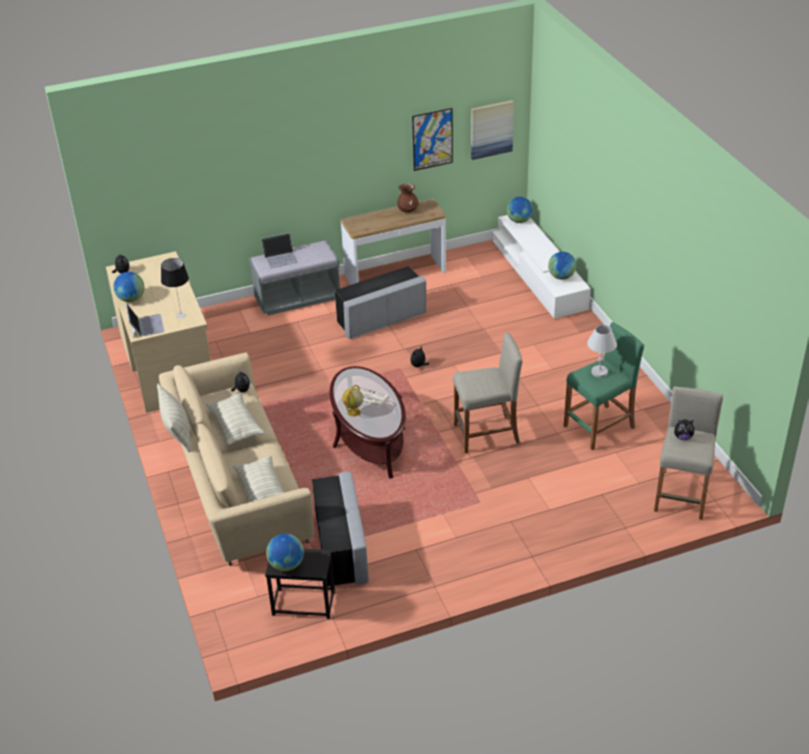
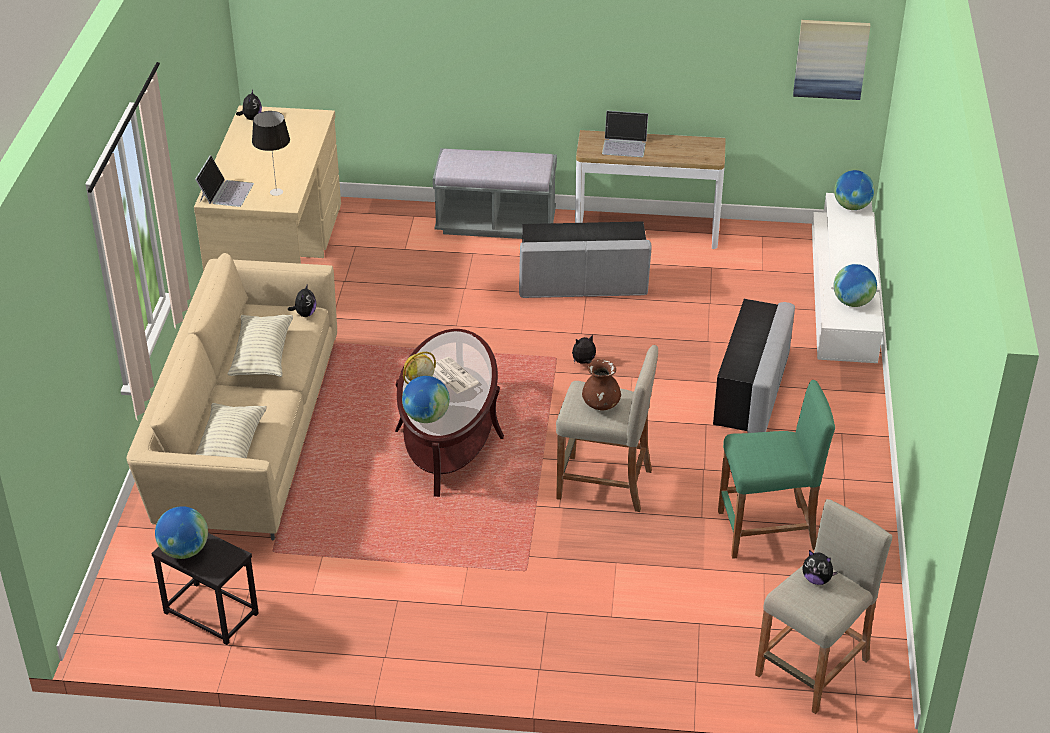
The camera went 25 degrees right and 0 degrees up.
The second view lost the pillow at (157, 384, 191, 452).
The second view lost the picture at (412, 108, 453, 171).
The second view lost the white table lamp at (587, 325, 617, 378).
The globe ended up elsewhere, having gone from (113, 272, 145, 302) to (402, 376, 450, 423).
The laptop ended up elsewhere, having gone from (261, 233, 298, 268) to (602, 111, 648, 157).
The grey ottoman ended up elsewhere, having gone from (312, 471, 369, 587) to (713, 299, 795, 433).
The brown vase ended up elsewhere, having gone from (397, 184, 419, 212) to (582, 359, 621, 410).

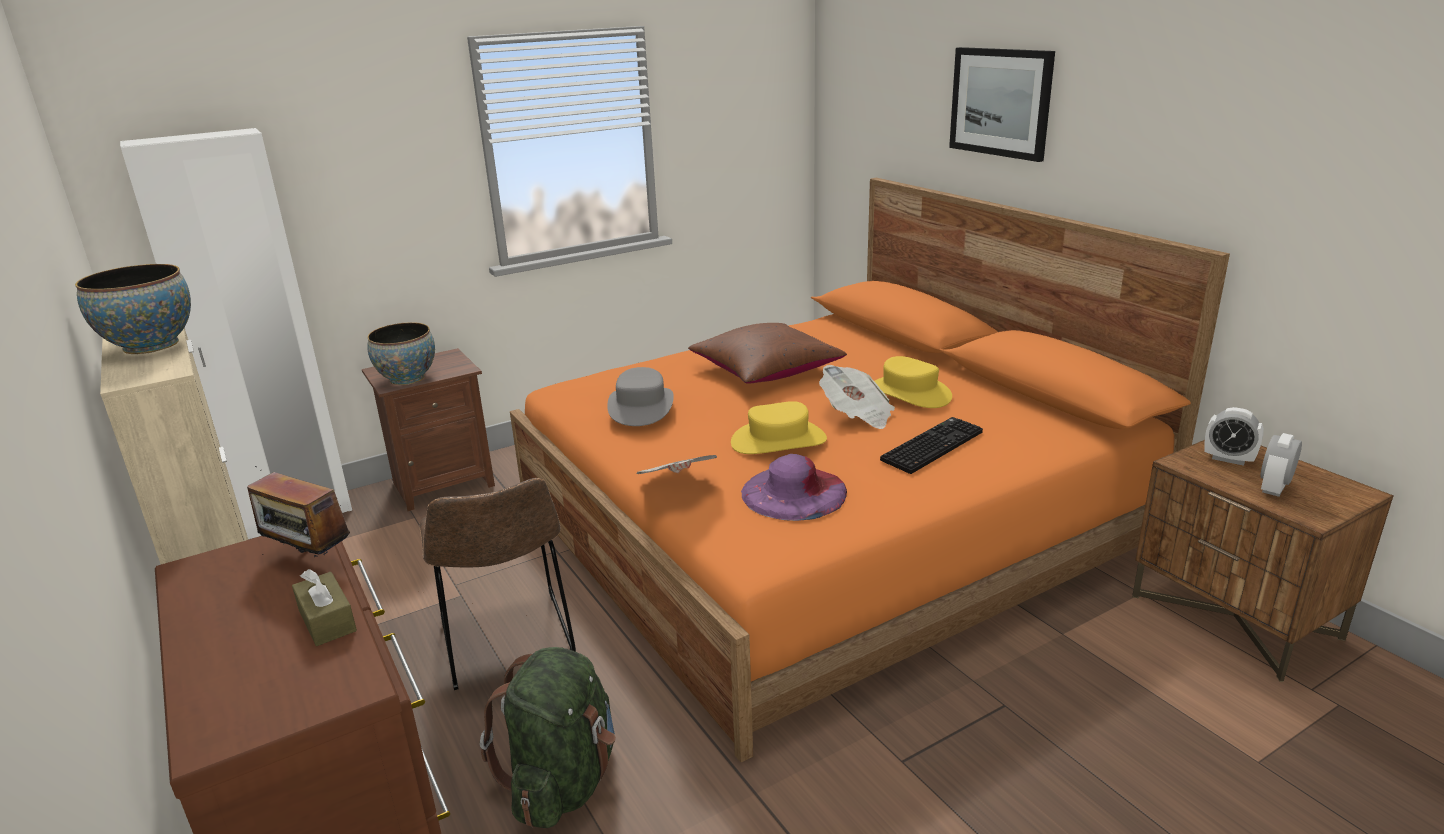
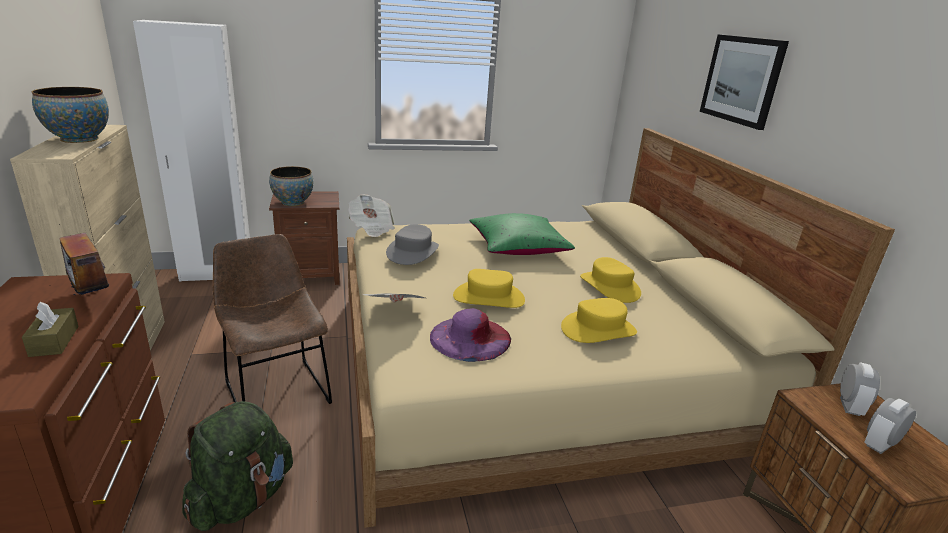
The camera went 15 degrees right and 0 degrees up.
The newspaper ended up elsewhere, having gone from (819, 365, 895, 429) to (348, 194, 395, 237).
Where the keyboard stood at (880, 417, 983, 474), the yellow hat came to stand at (561, 298, 637, 343).
What was the orange bed at (510, 178, 1230, 762) turned into the beige bed at (347, 128, 895, 528).
What was the brown pillow at (688, 323, 847, 384) turned into the green pillow at (469, 213, 575, 255).
The brown chair at (419, 478, 576, 690) ended up facing another way, 150 degrees clockwise from before.
The alarm clock at (1204, 407, 1264, 466) ended up facing another way, 120 degrees counterclockwise from before.

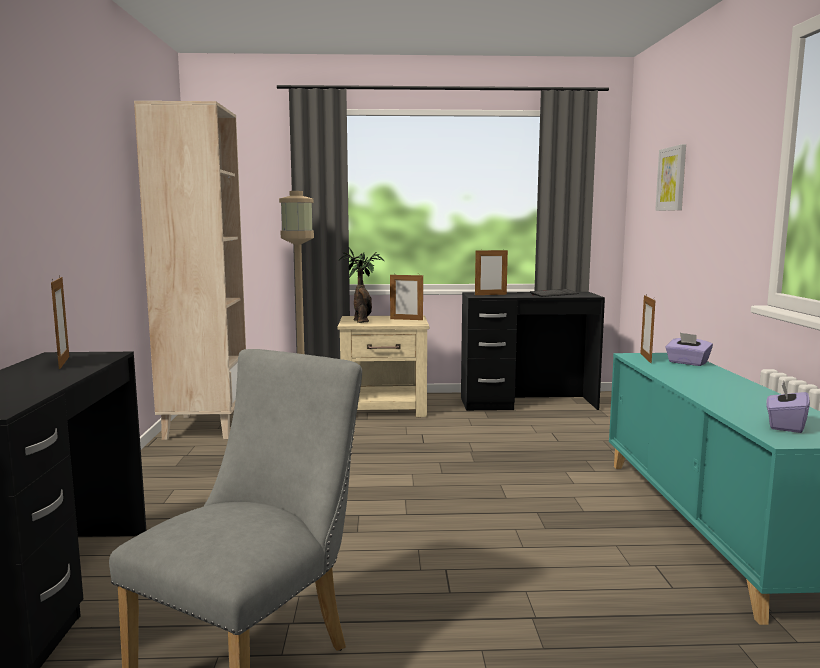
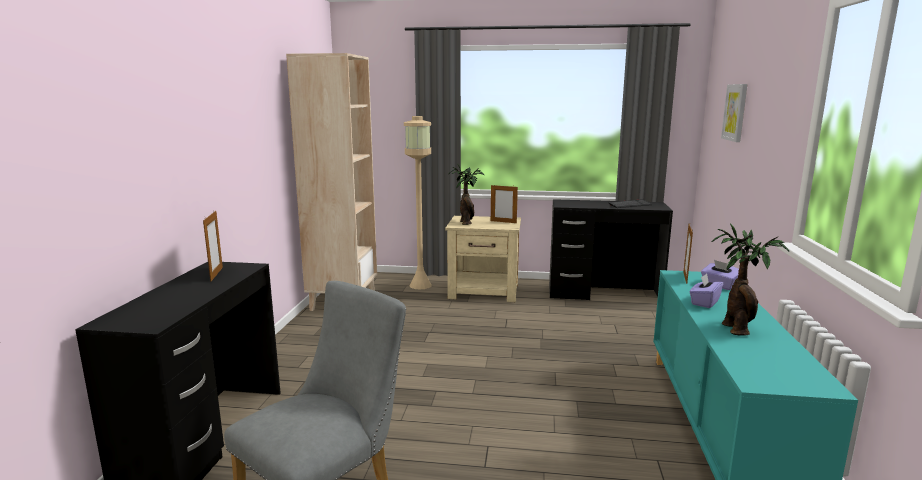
The camera went 10 degrees right and 5 degrees up.
The second view lost the picture frame at (475, 249, 508, 295).
The second view gained the potted plant at (712, 223, 789, 336).
The purple tissue box ended up elsewhere, having gone from (766, 381, 810, 433) to (690, 274, 723, 308).

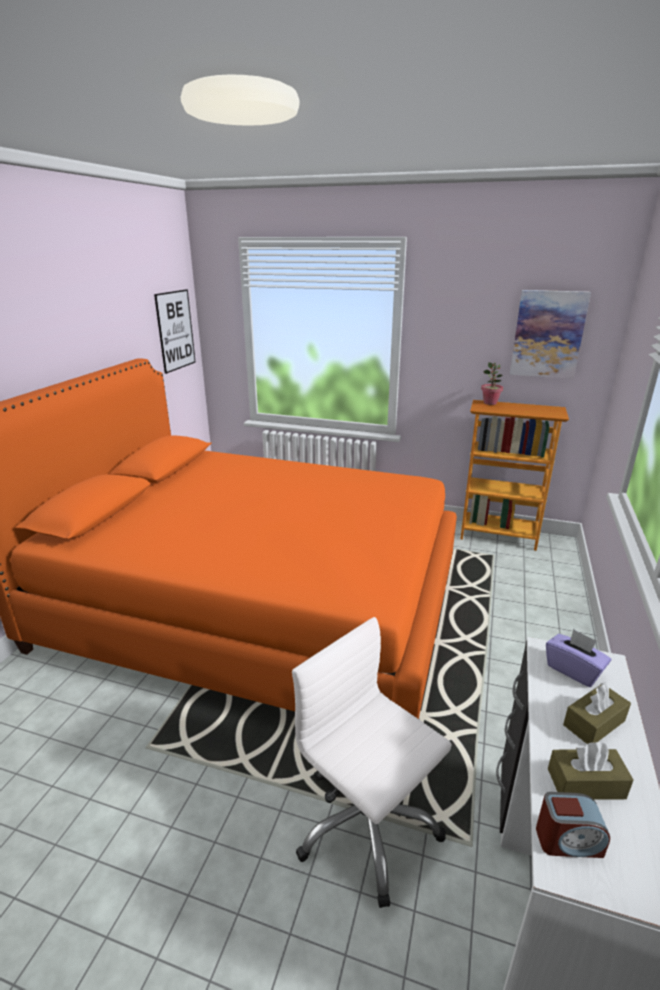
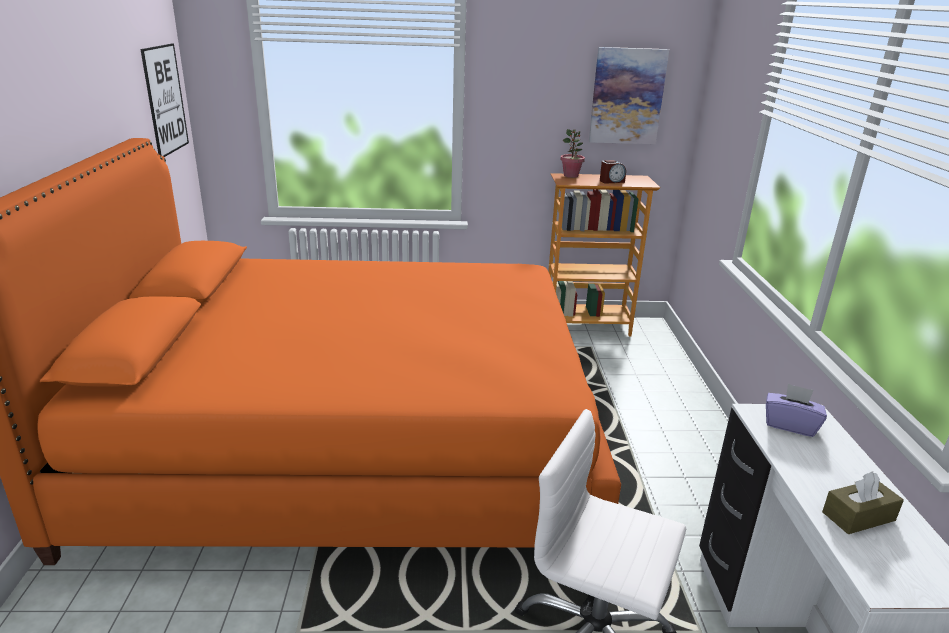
The camera went 20 degrees left and 0 degrees up.
The second view lost the brown tissue box at (563, 682, 631, 744).
The alarm clock ended up elsewhere, having gone from (536, 792, 610, 858) to (600, 160, 626, 184).

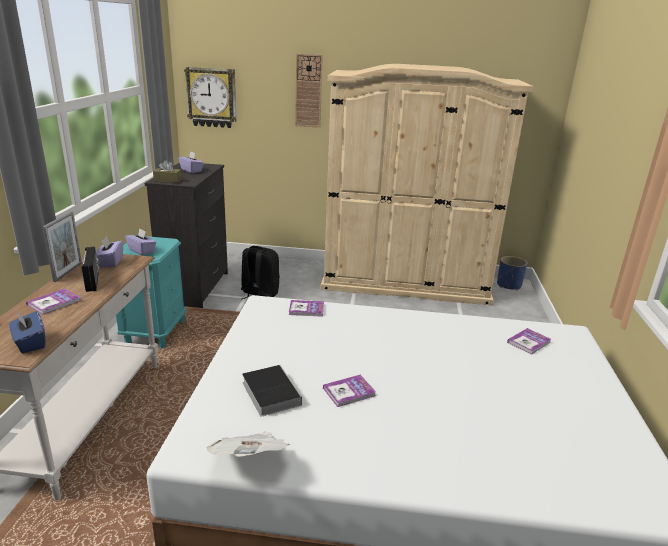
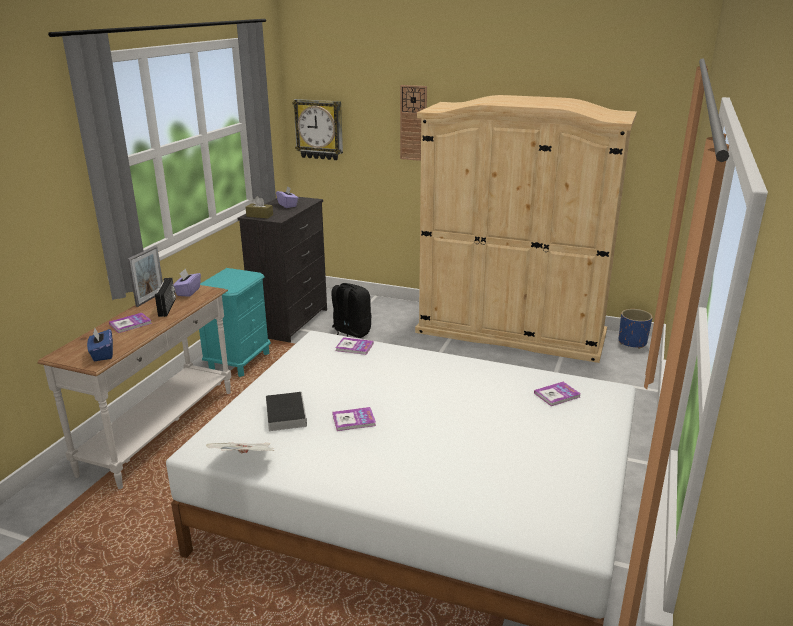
The camera went 15 degrees right and 0 degrees up.
The second view lost the purple tissue box at (125, 228, 156, 255).

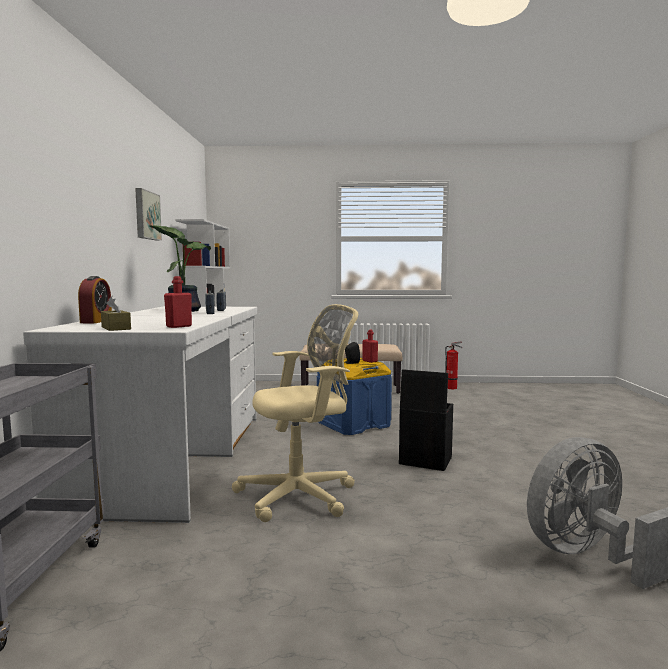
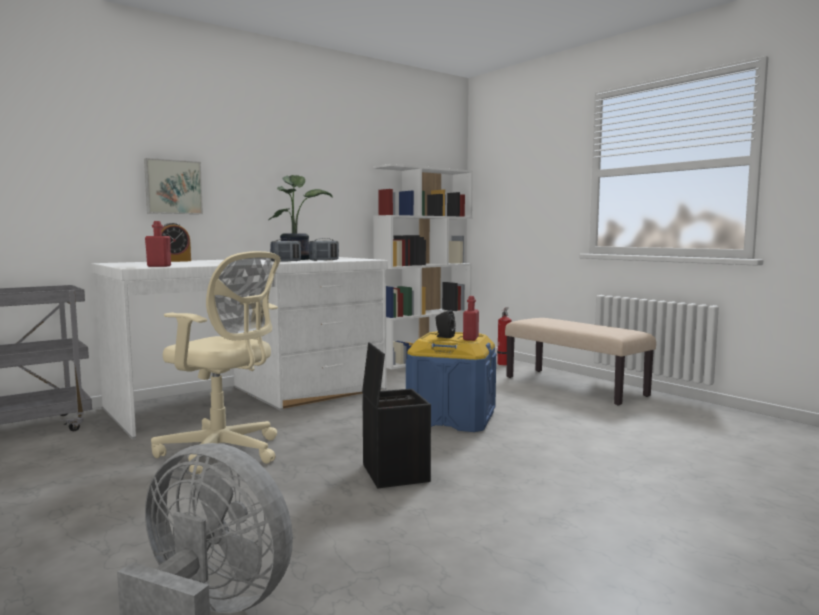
The camera went 50 degrees right and 0 degrees up.
The second view lost the brown tissue box at (101, 296, 131, 331).
The picture ended up elsewhere, having gone from (135, 188, 162, 241) to (144, 158, 203, 214).
The fire extinguisher ended up elsewhere, having gone from (445, 341, 463, 389) to (497, 307, 512, 365).

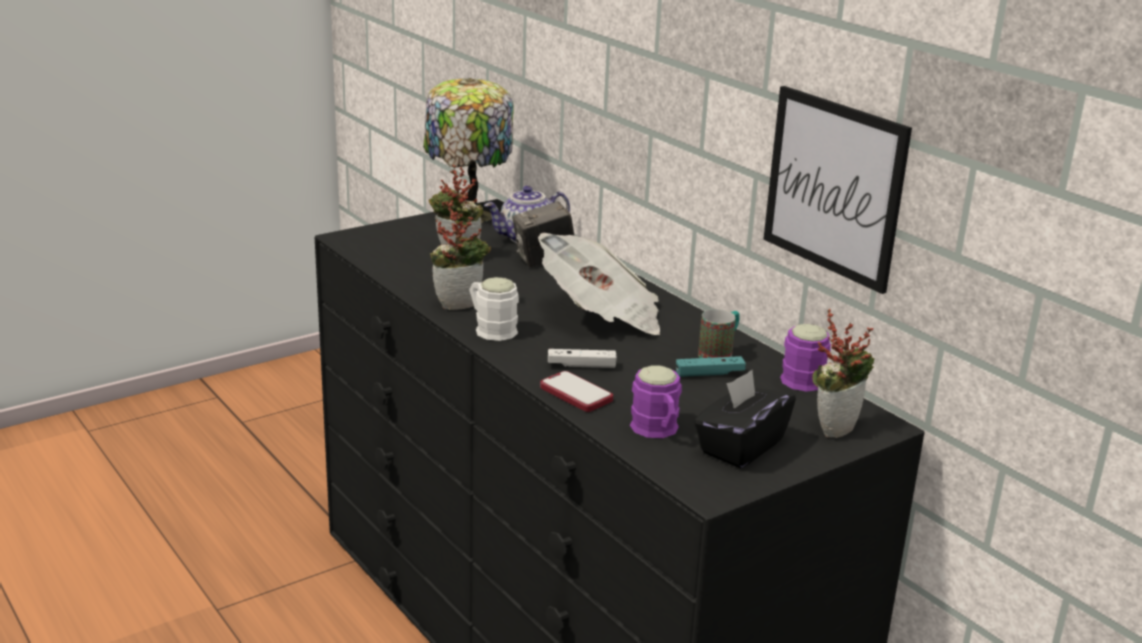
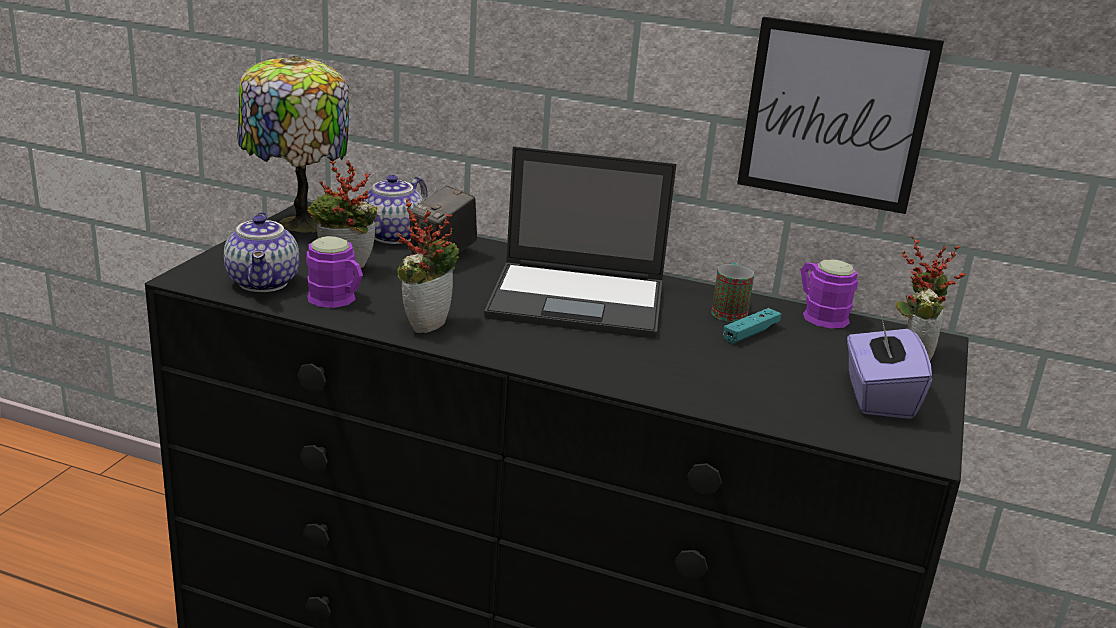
The camera went 35 degrees left and 0 degrees up.
The second view lost the white mug at (469, 277, 519, 341).
The second view lost the phone at (540, 371, 613, 412).
The second view lost the white game controller at (548, 349, 617, 368).
The second view gained the teapot at (224, 212, 299, 292).
The purple mug ended up elsewhere, having gone from (630, 365, 682, 438) to (306, 236, 363, 308).
Where the newspaper stood at (538, 233, 660, 335), the laptop came to stand at (484, 146, 676, 339).
What was the black tissue box at (694, 370, 796, 468) turned into the purple tissue box at (847, 315, 932, 419).

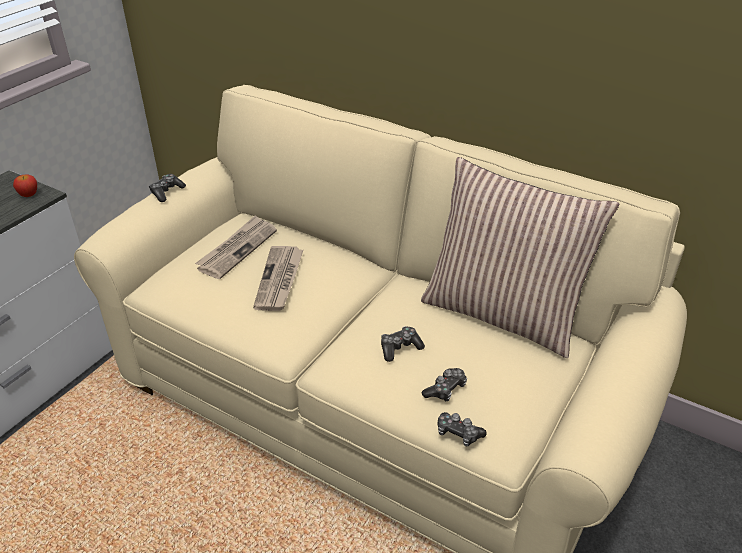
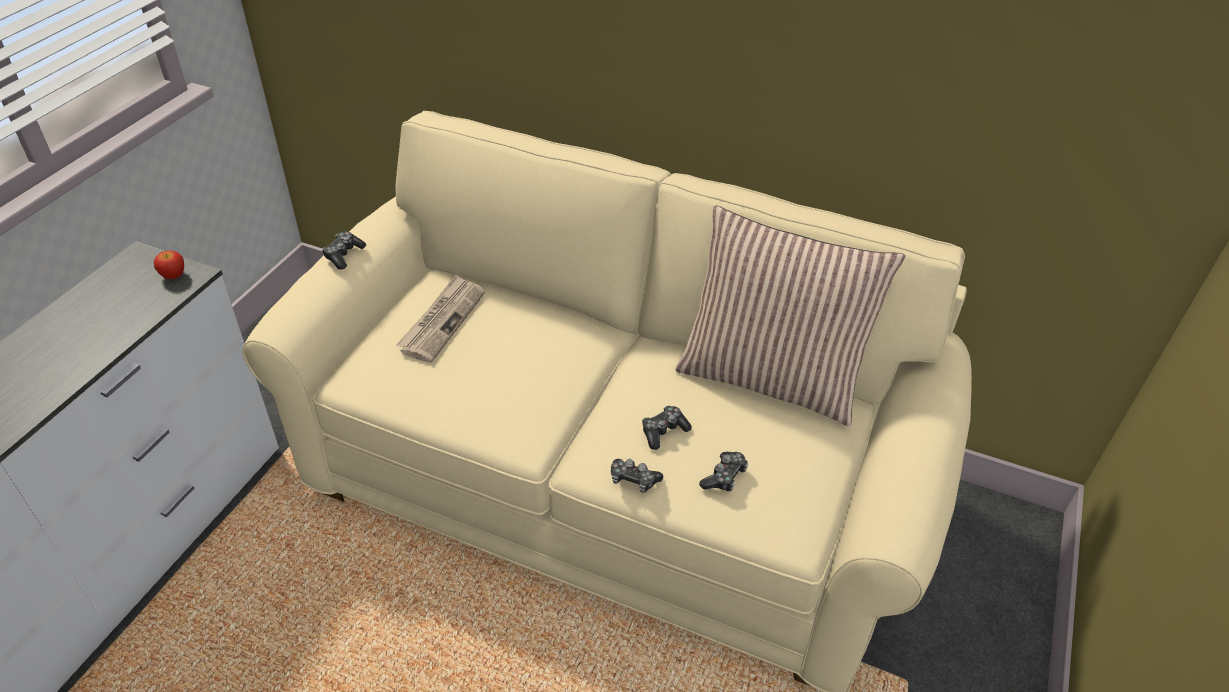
The camera went 10 degrees left and 5 degrees up.
The second view lost the newspaper at (253, 246, 303, 311).
The game controller ended up elsewhere, having gone from (438, 412, 487, 446) to (611, 459, 663, 493).

